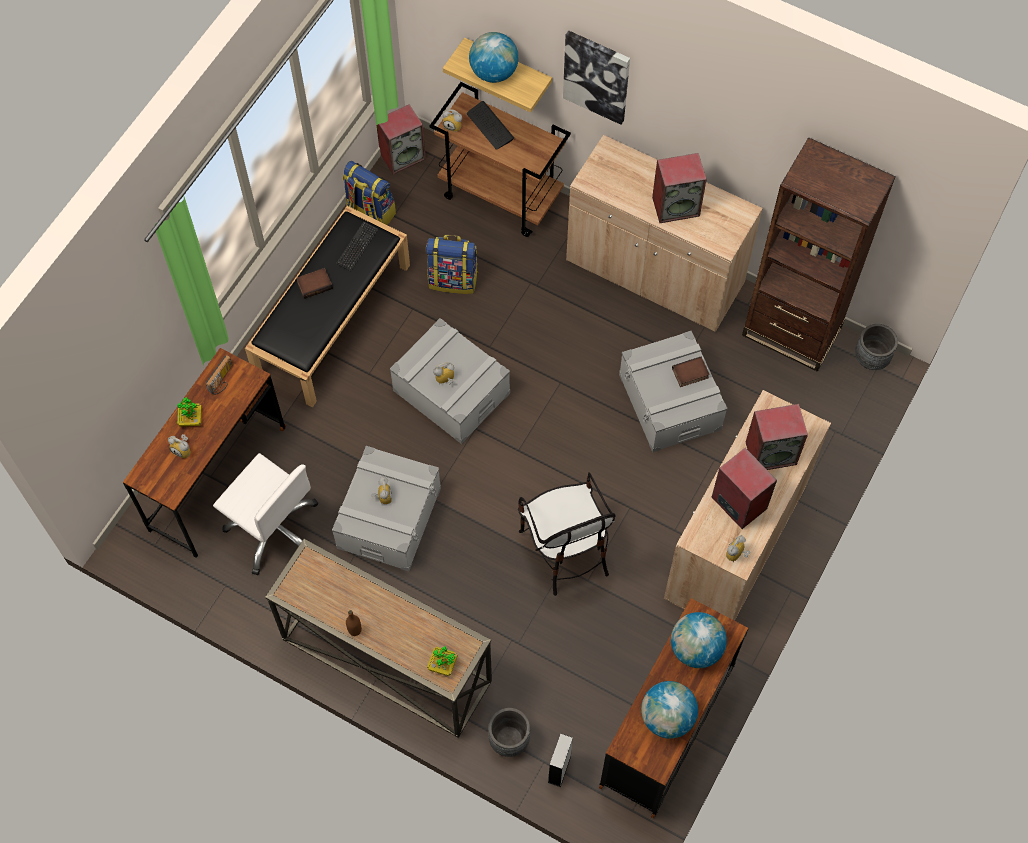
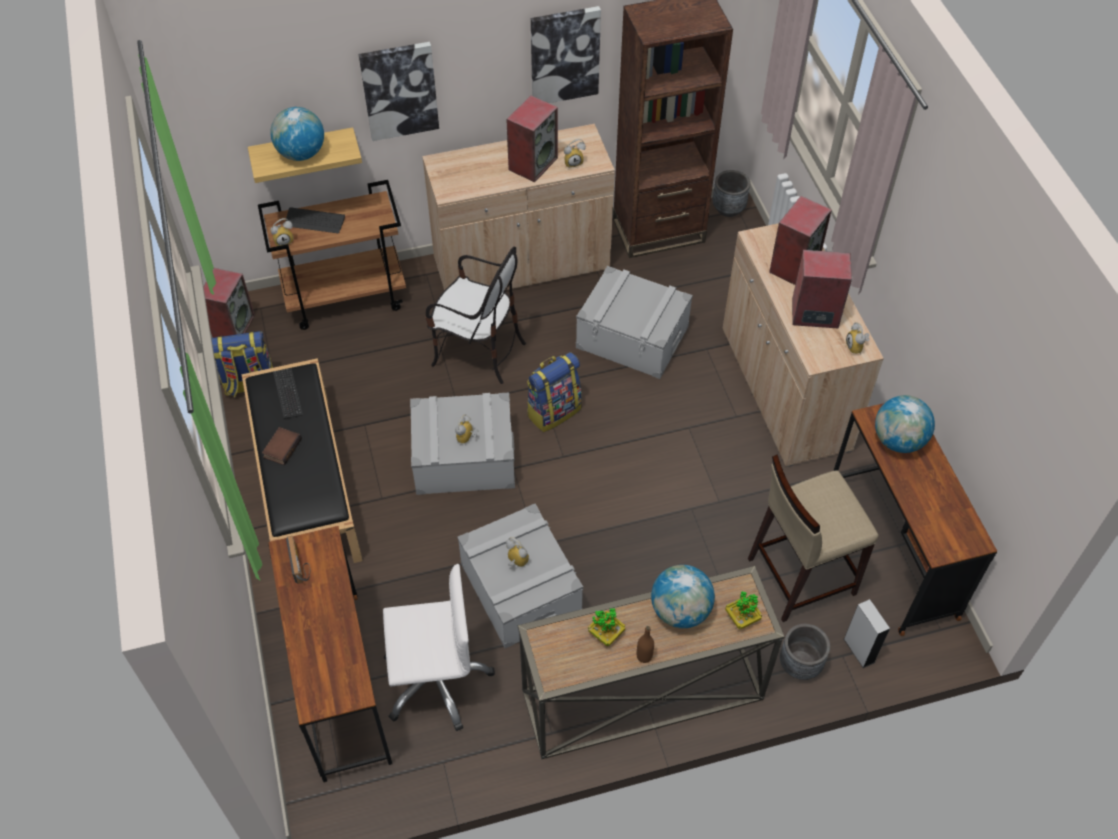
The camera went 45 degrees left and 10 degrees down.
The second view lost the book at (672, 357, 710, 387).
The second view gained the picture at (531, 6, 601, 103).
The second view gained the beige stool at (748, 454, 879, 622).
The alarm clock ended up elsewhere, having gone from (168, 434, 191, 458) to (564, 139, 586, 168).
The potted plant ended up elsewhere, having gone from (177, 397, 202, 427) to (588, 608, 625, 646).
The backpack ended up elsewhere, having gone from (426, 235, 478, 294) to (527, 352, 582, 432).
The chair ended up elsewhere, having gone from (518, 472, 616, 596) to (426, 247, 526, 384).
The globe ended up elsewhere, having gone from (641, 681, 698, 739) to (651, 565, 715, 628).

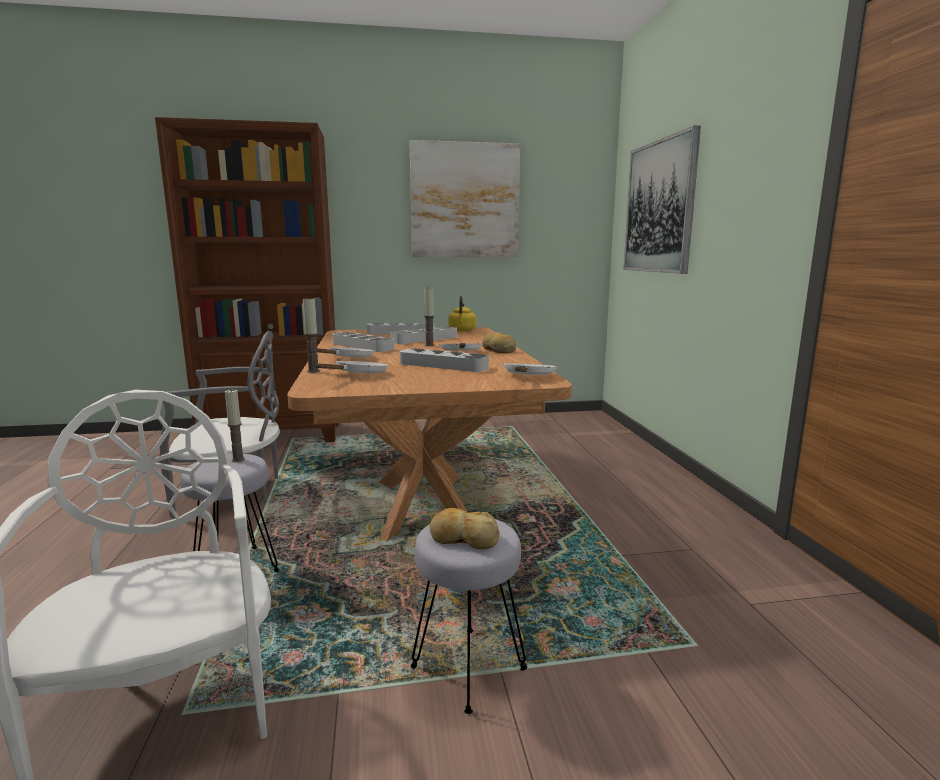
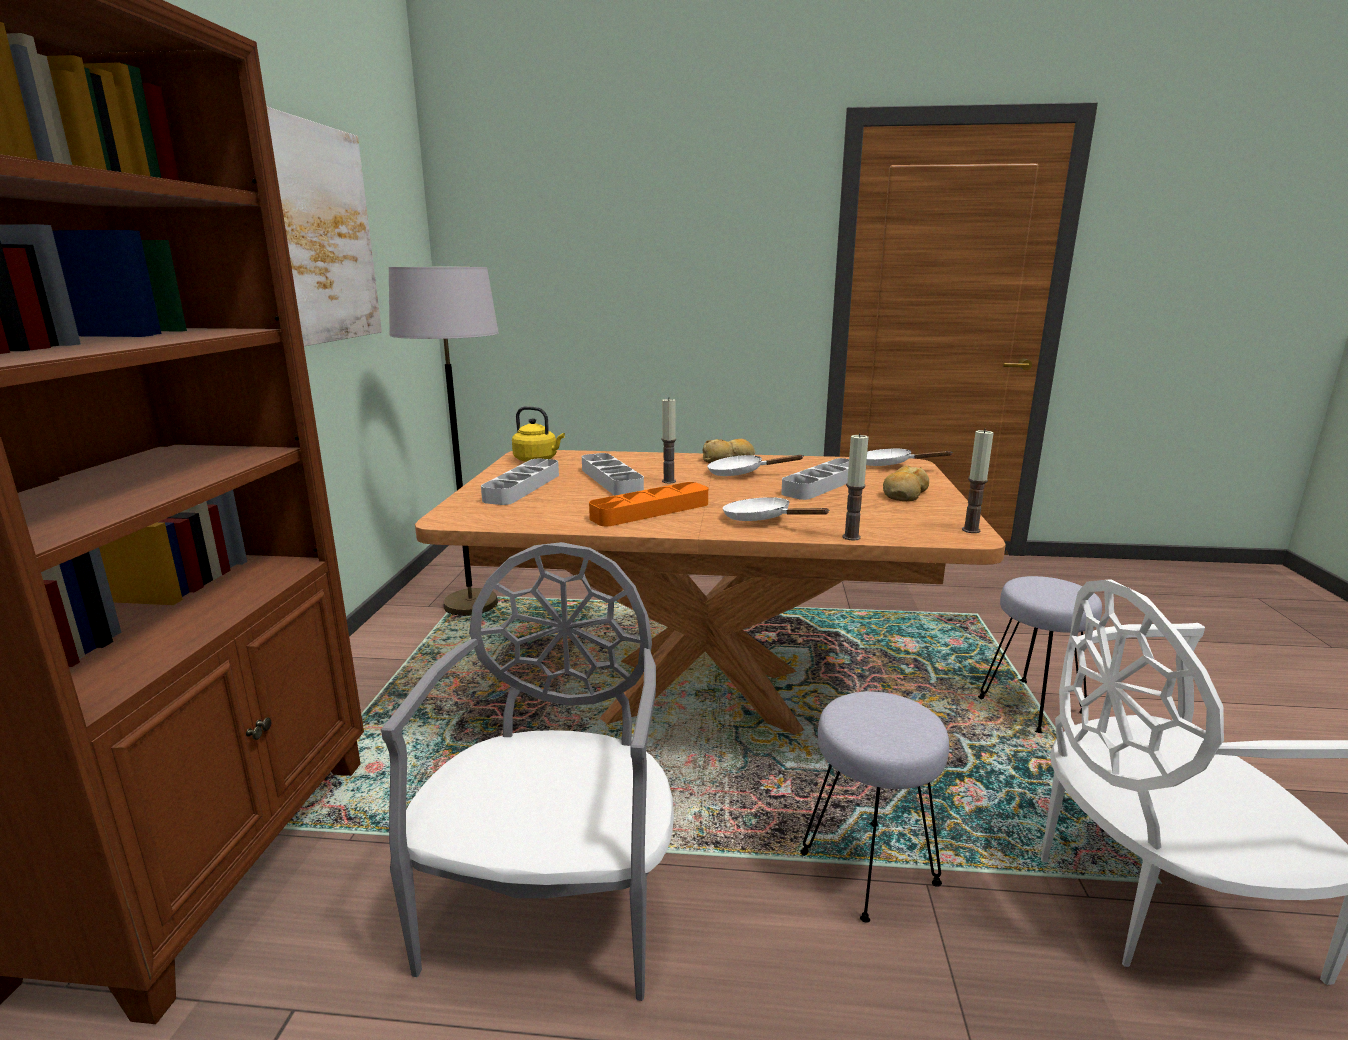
The camera went 75 degrees left and 5 degrees up.
The second view lost the white frying pan at (315, 361, 388, 373).
The second view lost the picture at (623, 126, 701, 274).
The second view gained the grey floor lamp at (389, 267, 499, 616).
The candle ended up elsewhere, having gone from (225, 390, 245, 462) to (962, 429, 994, 533).
The bread ended up elsewhere, having gone from (429, 508, 500, 549) to (883, 465, 929, 501).
What was the grey tray at (332, 332, 394, 352) turned into the orange tray at (589, 482, 708, 526).

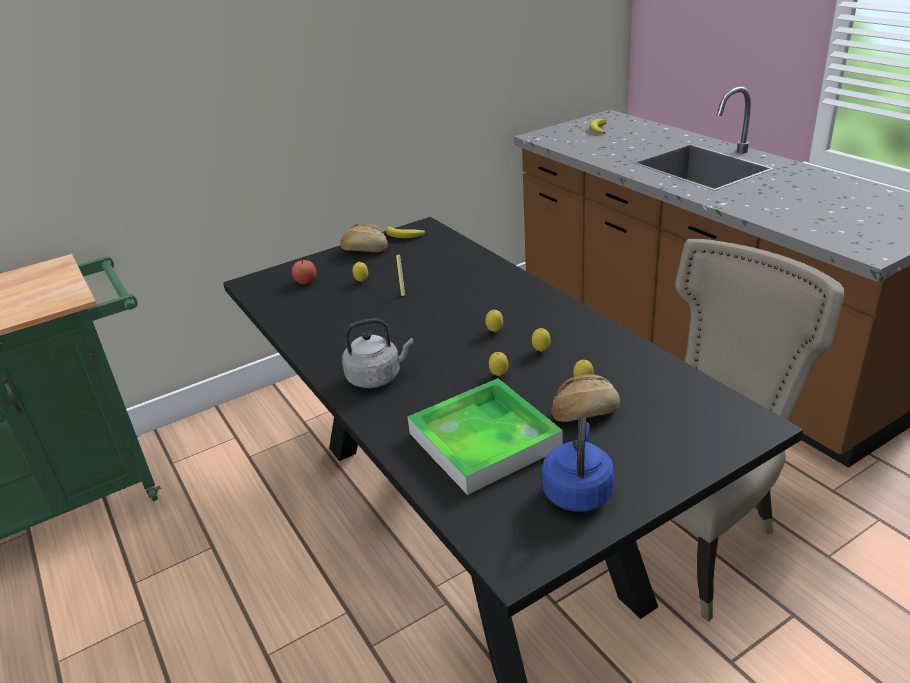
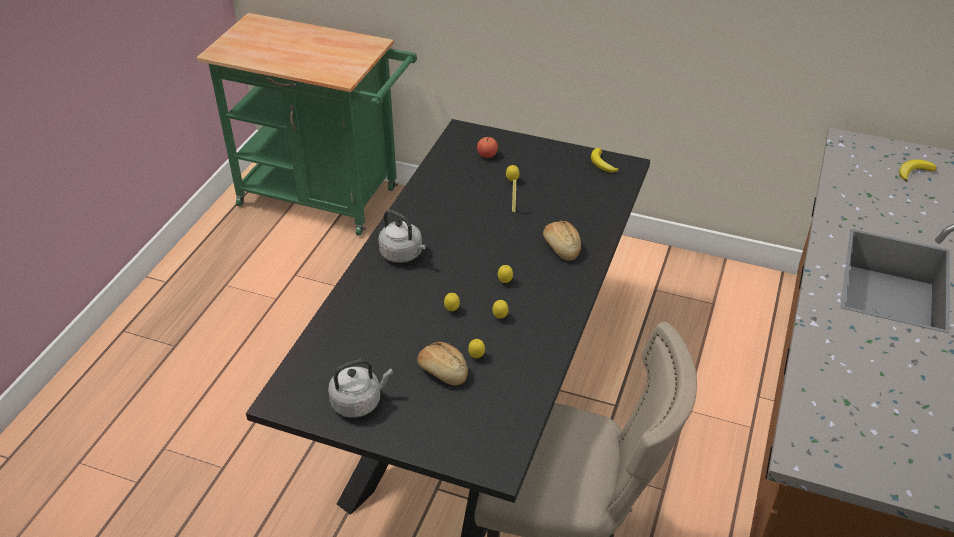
The camera went 50 degrees right and 10 degrees up.
The second view lost the tray at (408, 378, 563, 495).
The bread ended up elsewhere, having gone from (340, 223, 388, 252) to (543, 221, 581, 261).
What was the blue kettle at (542, 417, 615, 512) turned into the grey kettle at (328, 359, 393, 417).

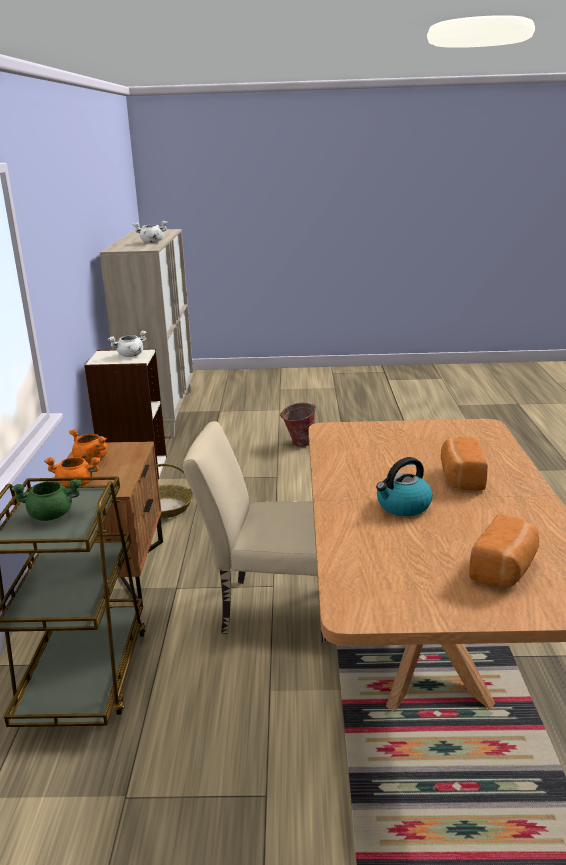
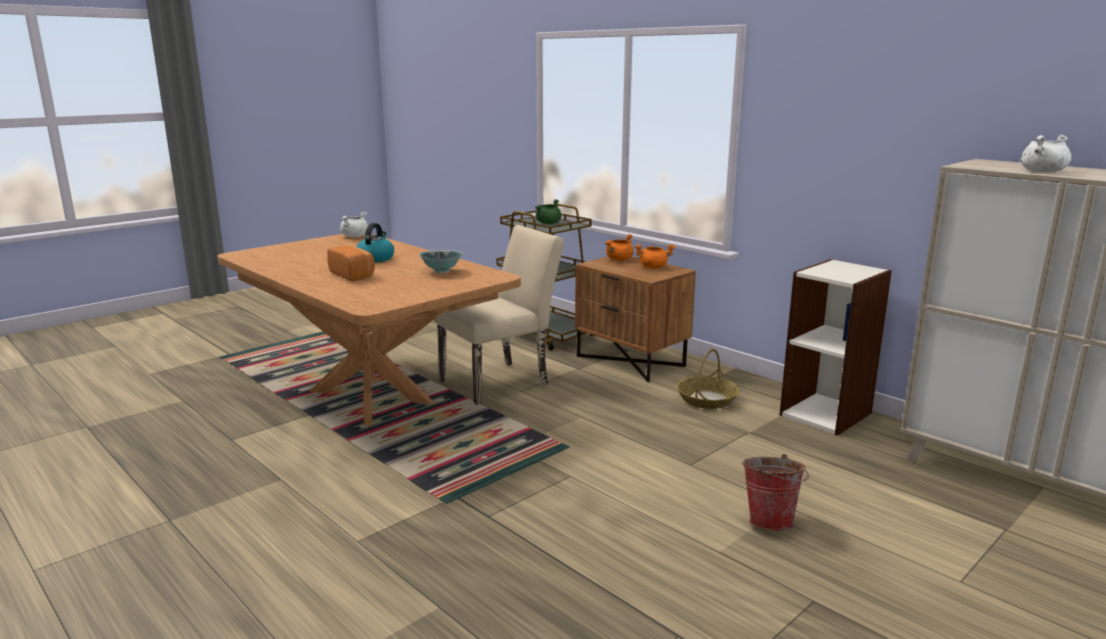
The camera went 135 degrees right and 5 degrees down.
The second view lost the bread at (469, 514, 539, 588).
The second view gained the bowl at (419, 250, 463, 273).
The white cooking pot ended up elsewhere, having gone from (108, 331, 147, 357) to (340, 211, 368, 237).

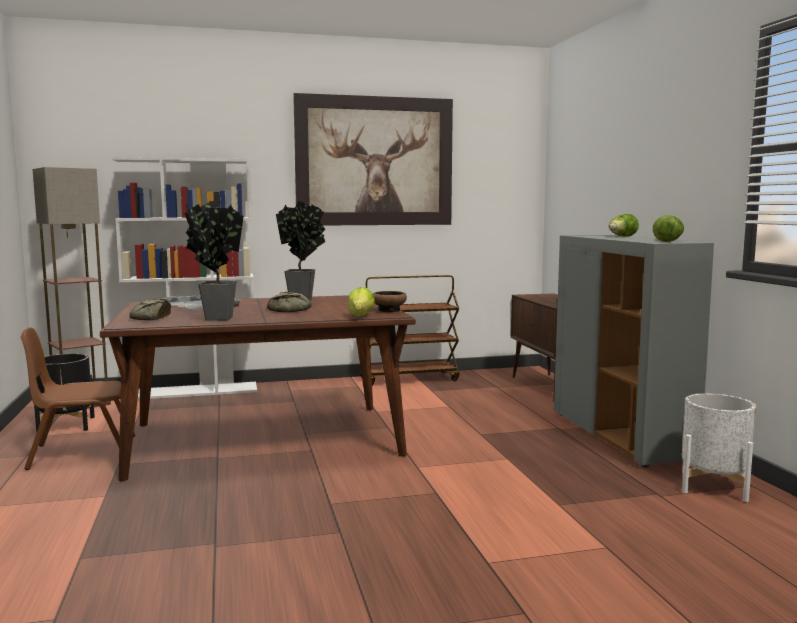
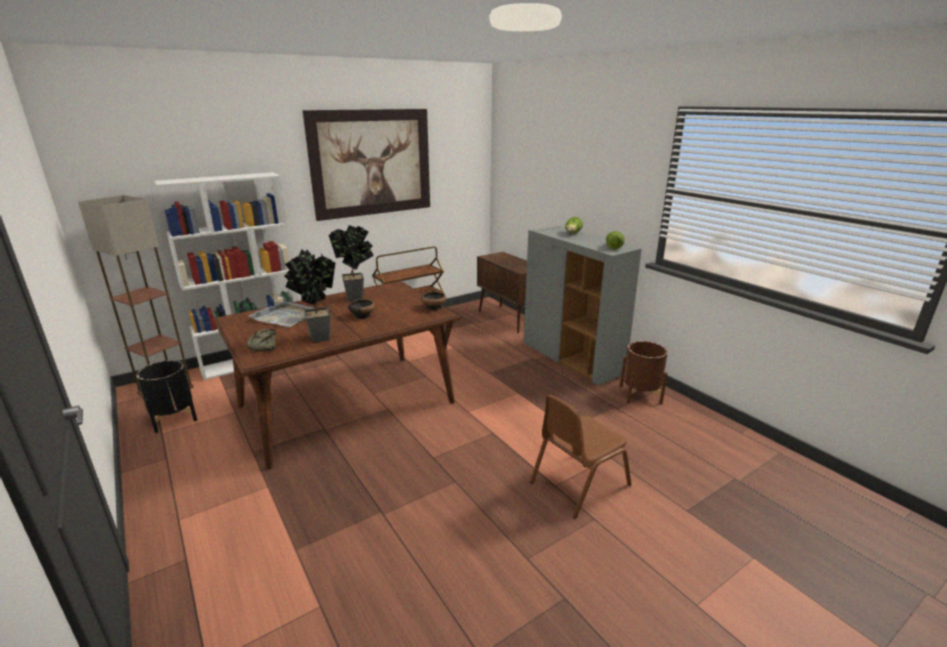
The camera went 20 degrees left and 15 degrees up.
The second view lost the lettuce at (348, 287, 375, 316).
The brown chair ended up elsewhere, having gone from (21, 327, 135, 470) to (530, 394, 632, 519).
Where the bread stood at (267, 292, 312, 312), the bowl came to stand at (348, 299, 375, 319).
What was the white planter at (682, 393, 756, 502) turned into the brown planter at (620, 341, 668, 404).

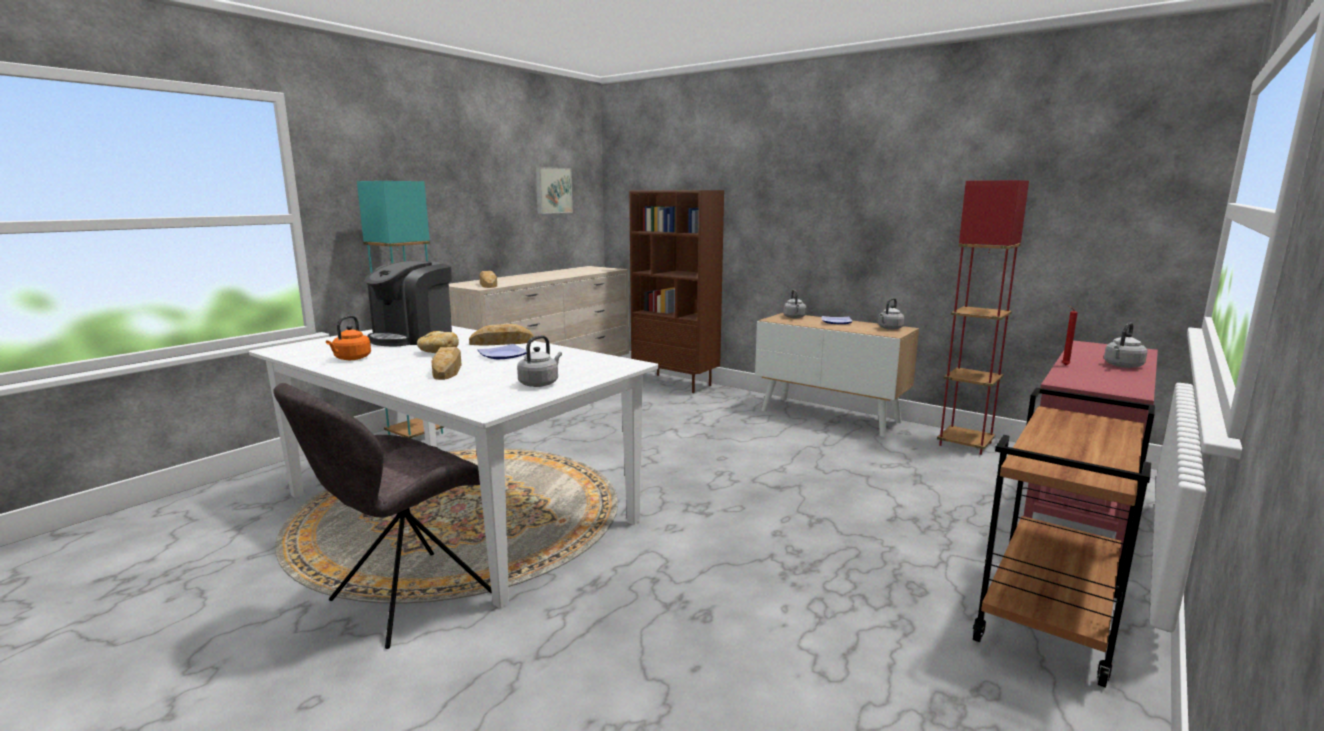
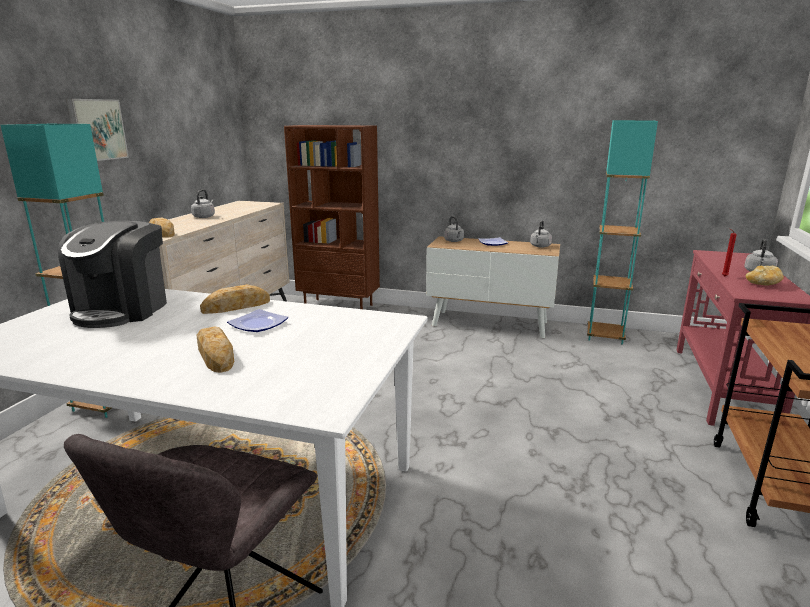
The camera went 20 degrees left and 5 degrees up.
The second view lost the orange kettle at (326, 315, 371, 360).
The bread ended up elsewhere, having gone from (417, 331, 459, 353) to (746, 266, 784, 285).
The grey kettle ended up elsewhere, having gone from (517, 335, 562, 387) to (191, 190, 215, 218).
The picture ended up elsewhere, having gone from (535, 167, 573, 214) to (66, 99, 129, 161).
What was the red floor lamp at (937, 180, 1029, 455) turned into the turquoise floor lamp at (587, 120, 658, 344).

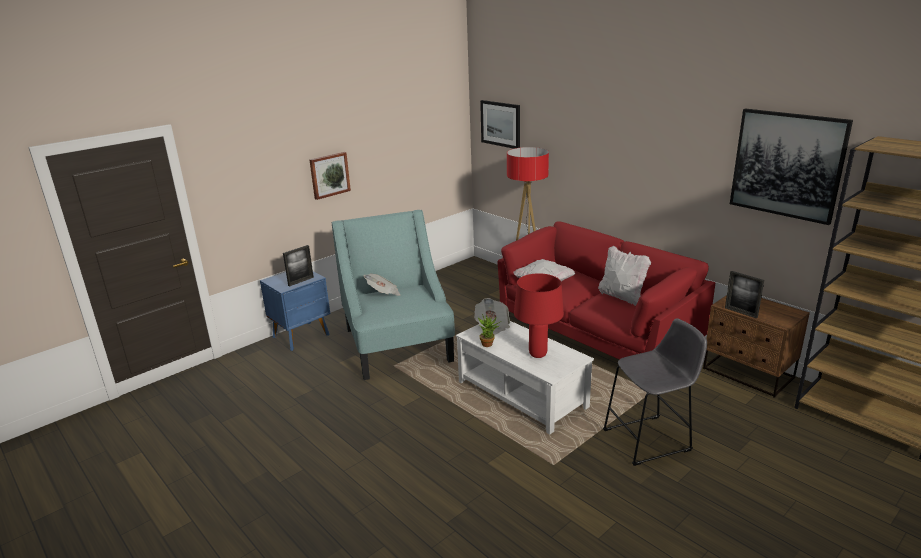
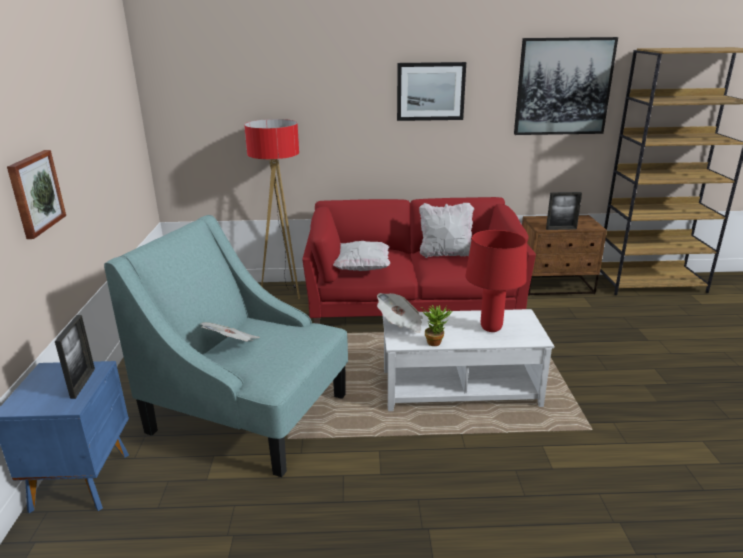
The camera went 50 degrees left and 0 degrees up.
The second view lost the grey stool at (603, 318, 707, 466).
The picture ended up elsewhere, having gone from (480, 100, 520, 149) to (397, 62, 466, 121).

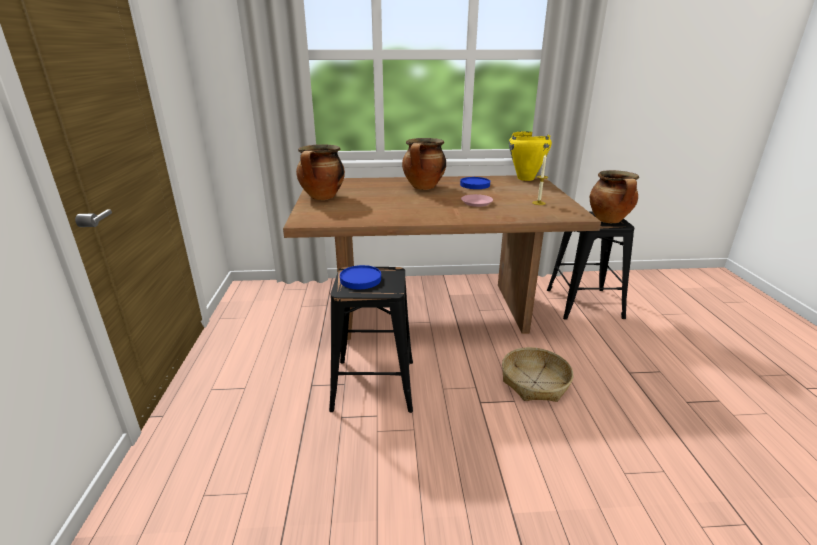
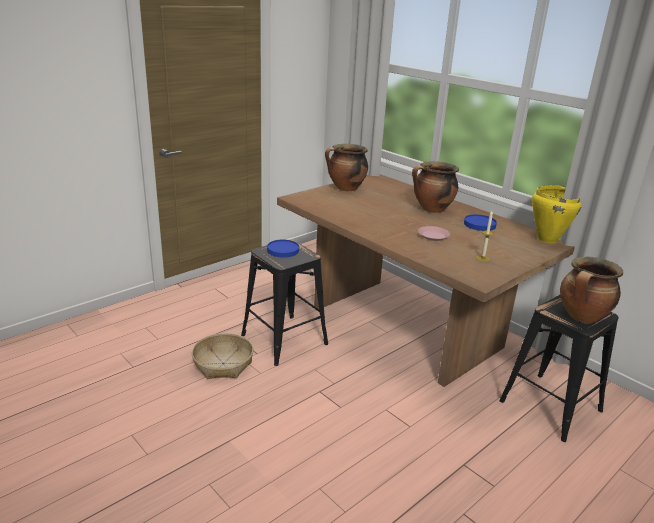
The camera went 50 degrees right and 0 degrees up.
The basket ended up elsewhere, having gone from (502, 347, 573, 402) to (192, 333, 253, 379).

